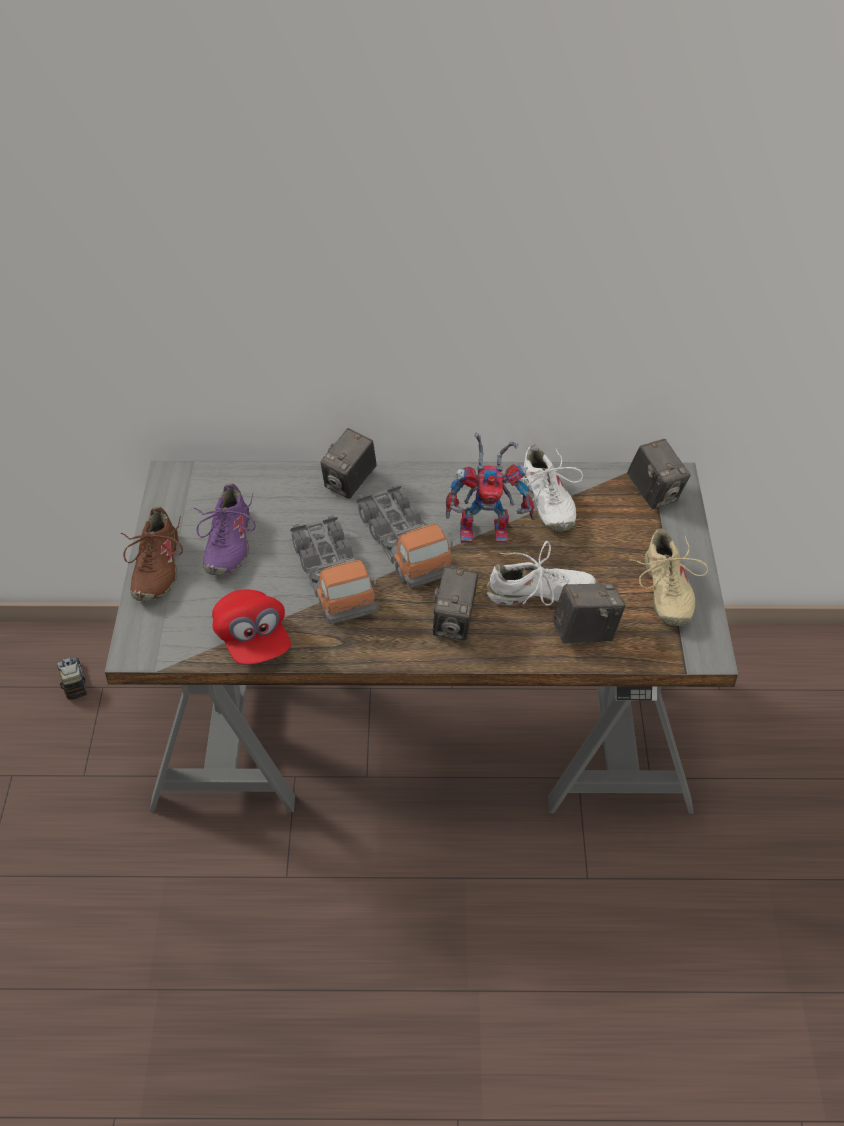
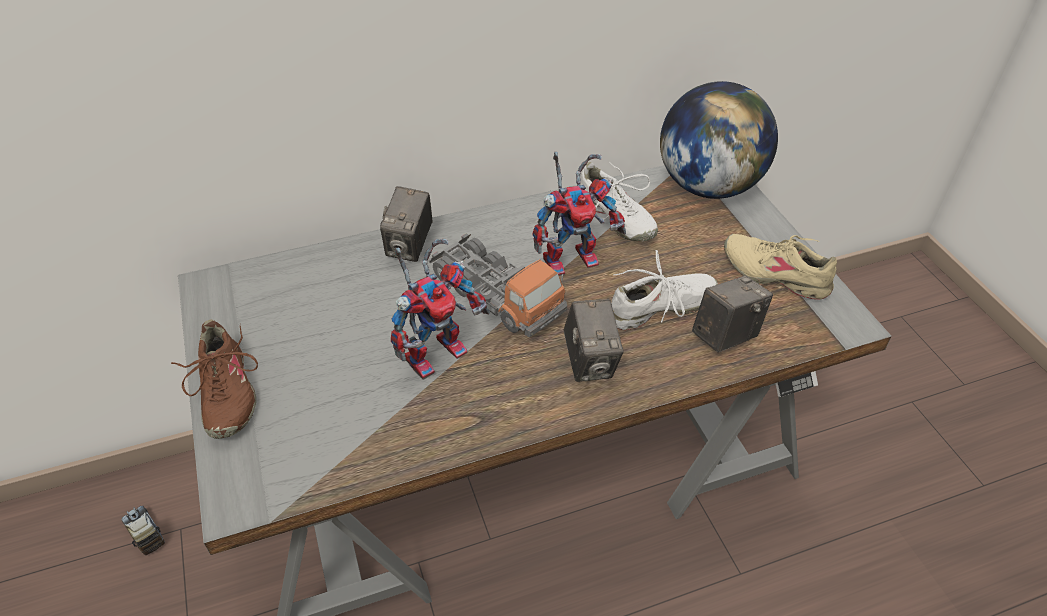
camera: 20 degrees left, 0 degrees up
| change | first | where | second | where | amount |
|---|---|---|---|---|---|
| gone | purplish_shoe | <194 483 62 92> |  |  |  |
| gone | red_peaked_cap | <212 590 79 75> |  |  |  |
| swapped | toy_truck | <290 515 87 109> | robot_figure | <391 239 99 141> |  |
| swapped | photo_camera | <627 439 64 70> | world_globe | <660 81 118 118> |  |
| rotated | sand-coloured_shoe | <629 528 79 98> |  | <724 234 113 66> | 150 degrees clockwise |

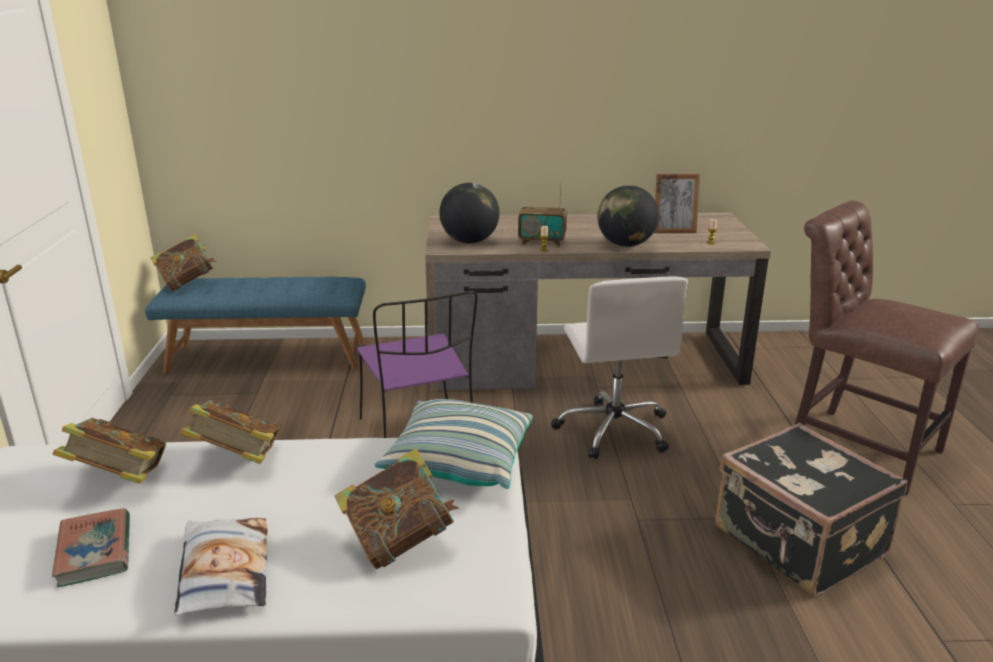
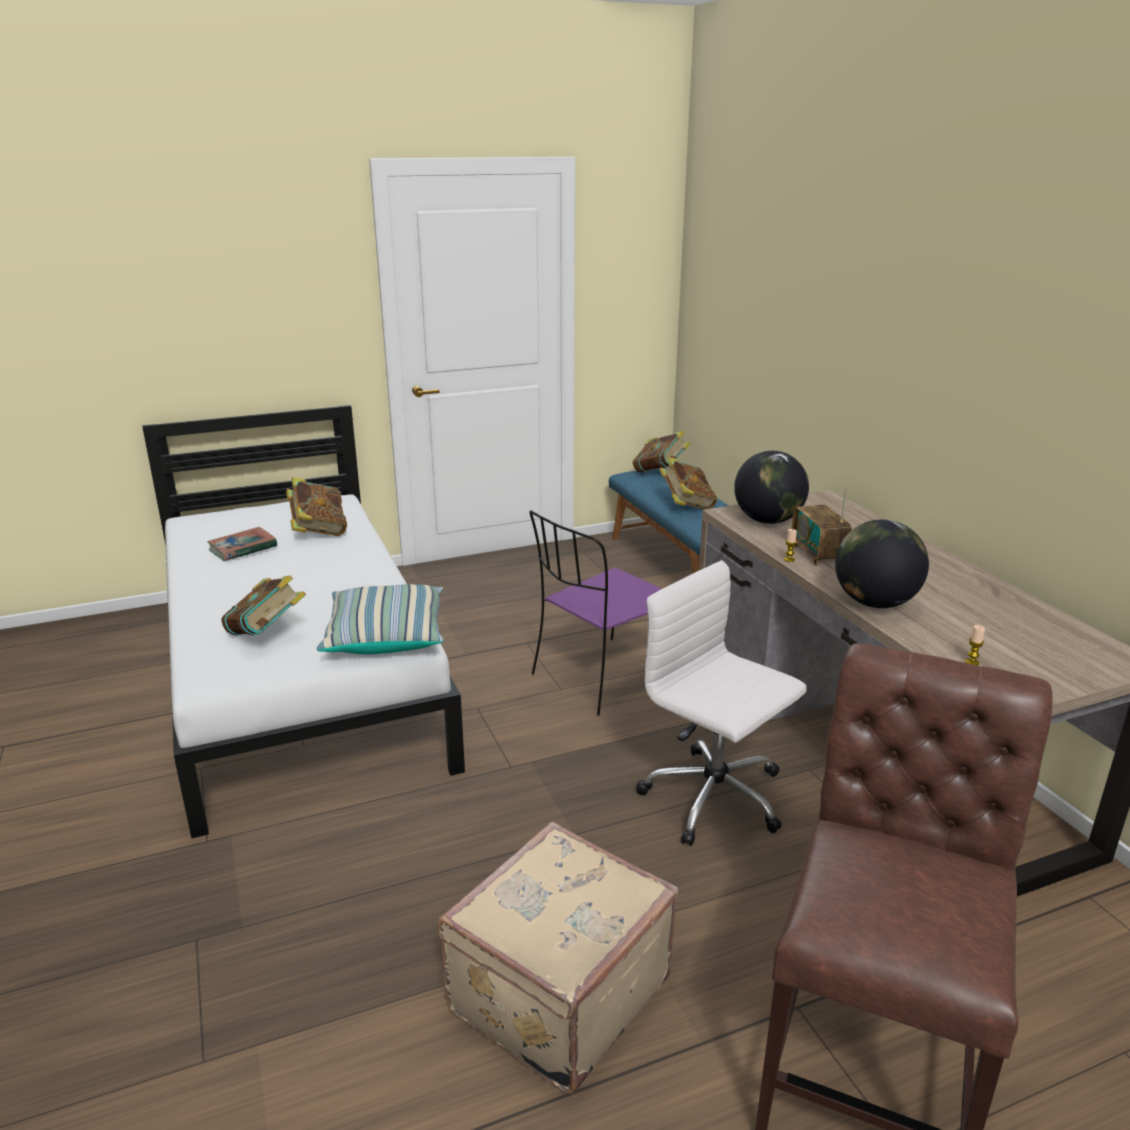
camera: 70 degrees right, 0 degrees up
| change | first | where | second | where | amount |
|---|---|---|---|---|---|
| gone | throw_pillow | <174 518 94 98> |  |  |  |
| shifted | volume | <180 400 100 64> |  | <659 457 58 53> |  |
| rotated | whitish_computer_chair | <551 276 137 183> |  | <636 560 171 286> | 75 degrees clockwise |
| gone | standing_frame | <654 174 46 59> |  |  |  |
| repainted | black-coloured_suitcase | <715 423 193 174> | sand-coloured_suitcase | <438 822 240 272> |  |

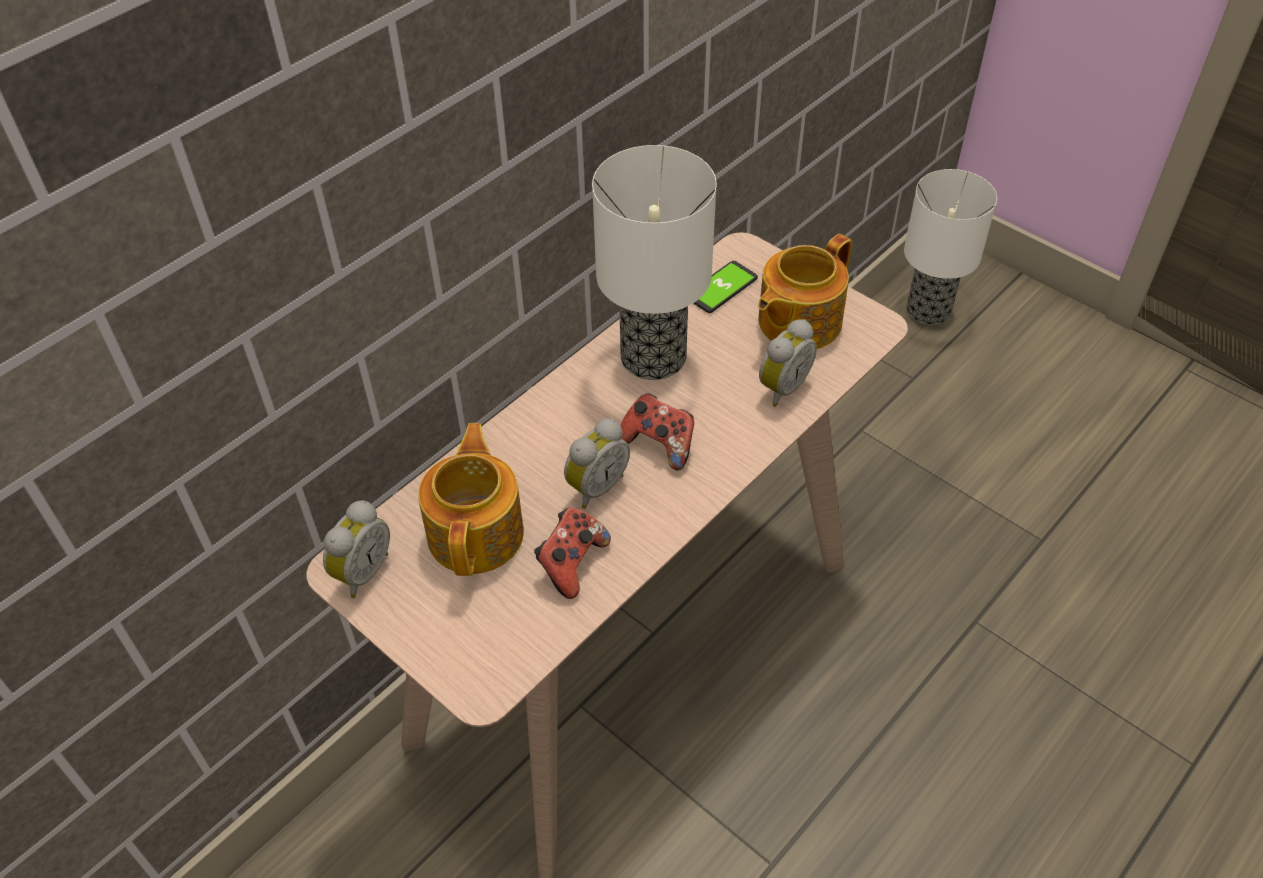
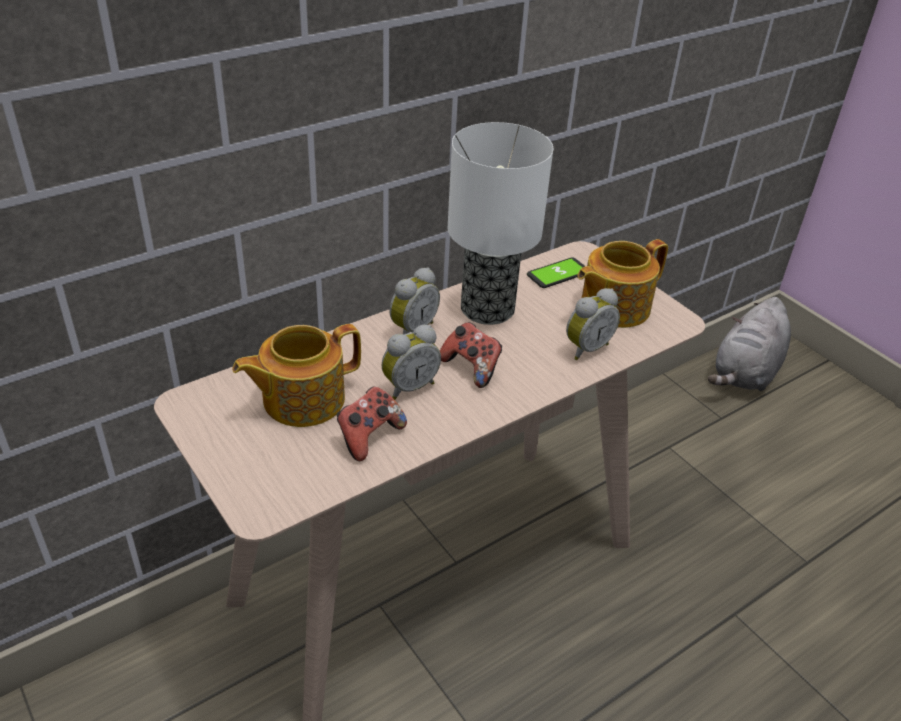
camera: 10 degrees right, 10 degrees down
| change | first | where | second | where | amount |
|---|---|---|---|---|---|
| shifted | bedside_clock | <323 500 67 98> |  | <389 267 51 67> |  |
| rotated | teapot | <418 423 106 153> |  | <232 324 129 103> | 135 degrees counterclockwise |
| swapped | tabletop_lamp | <904 169 93 156> | gray_cuddly_toy | <708 297 83 94> |  |

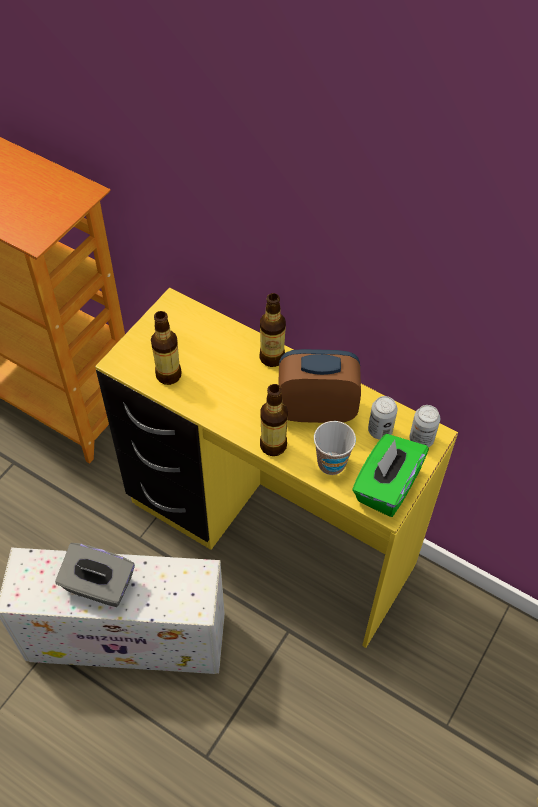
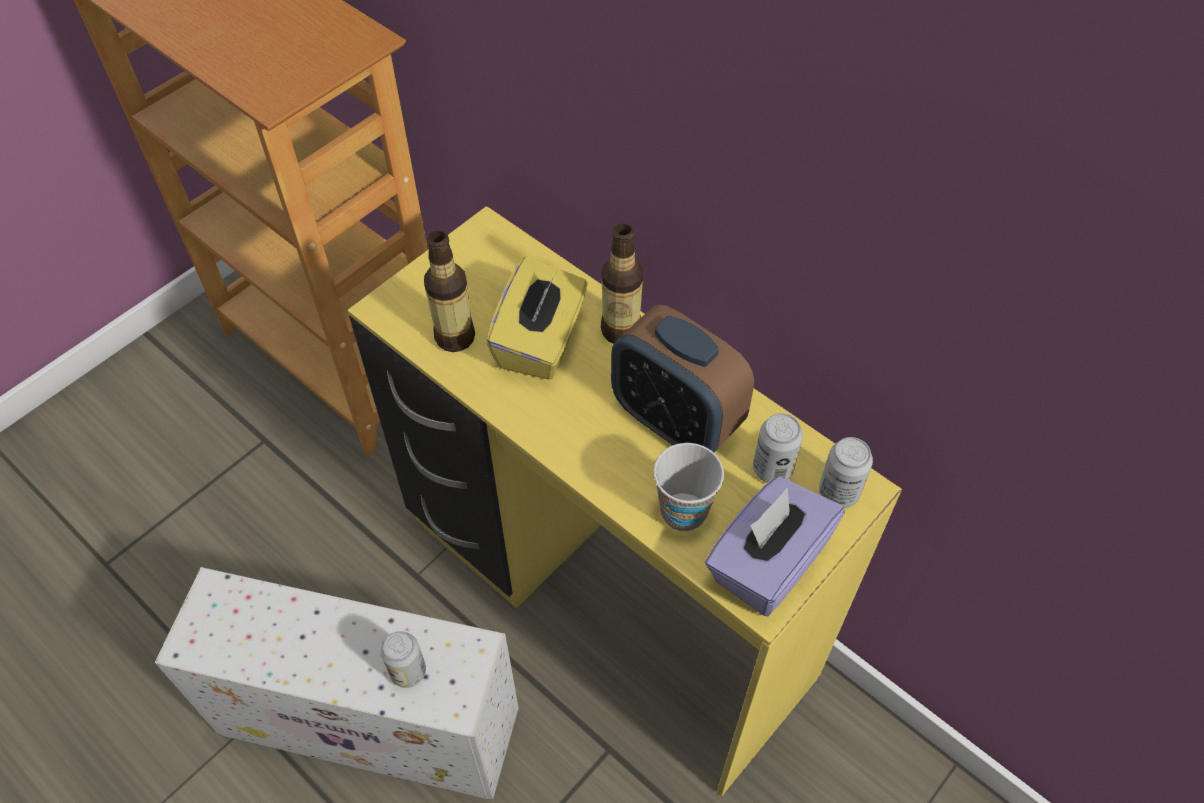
camera: 10 degrees right, 0 degrees up
| change | first | where | second | where | amount |
|---|---|---|---|---|---|
| gone | gray_box_of_tissues | <55 543 80 64> |  |  |  |
| gone | drink_bottle | <260 384 28 72> |  |  |  |
| rotated | bedside_clock | <278 349 83 74> |  | <611 305 143 147> | 150 degrees counterclockwise |
| repainted | green_box_of_tissues | <352 434 77 83> | purplish_box_of_tissues | <705 476 140 140> |  |
| new |  |  | sealed_can | <381 631 45 57> |  |
| new |  |  | yellow_box_of_tissues | <486 256 102 124> |  |

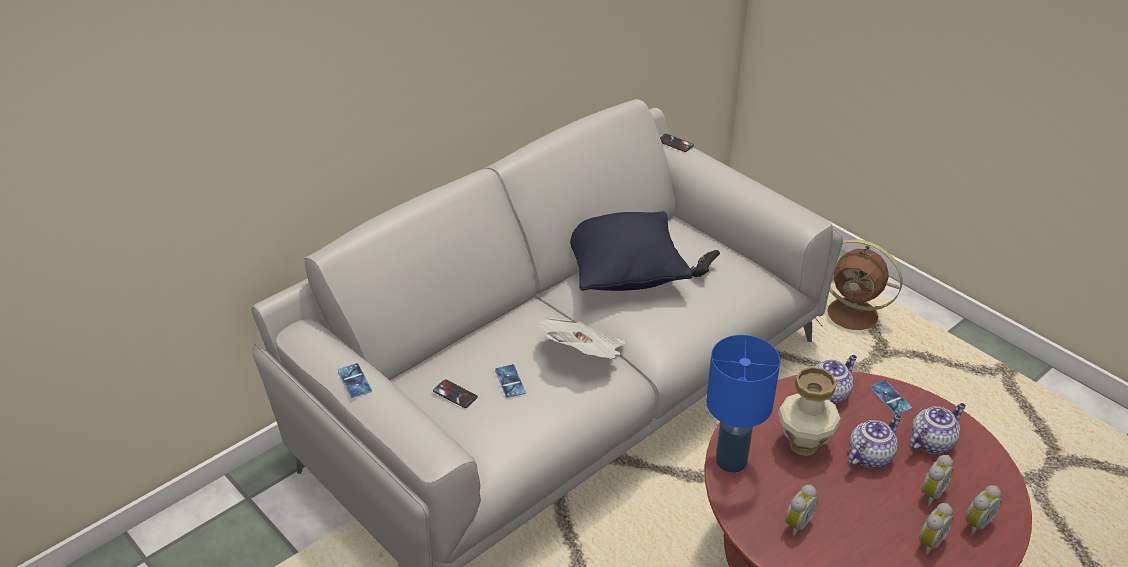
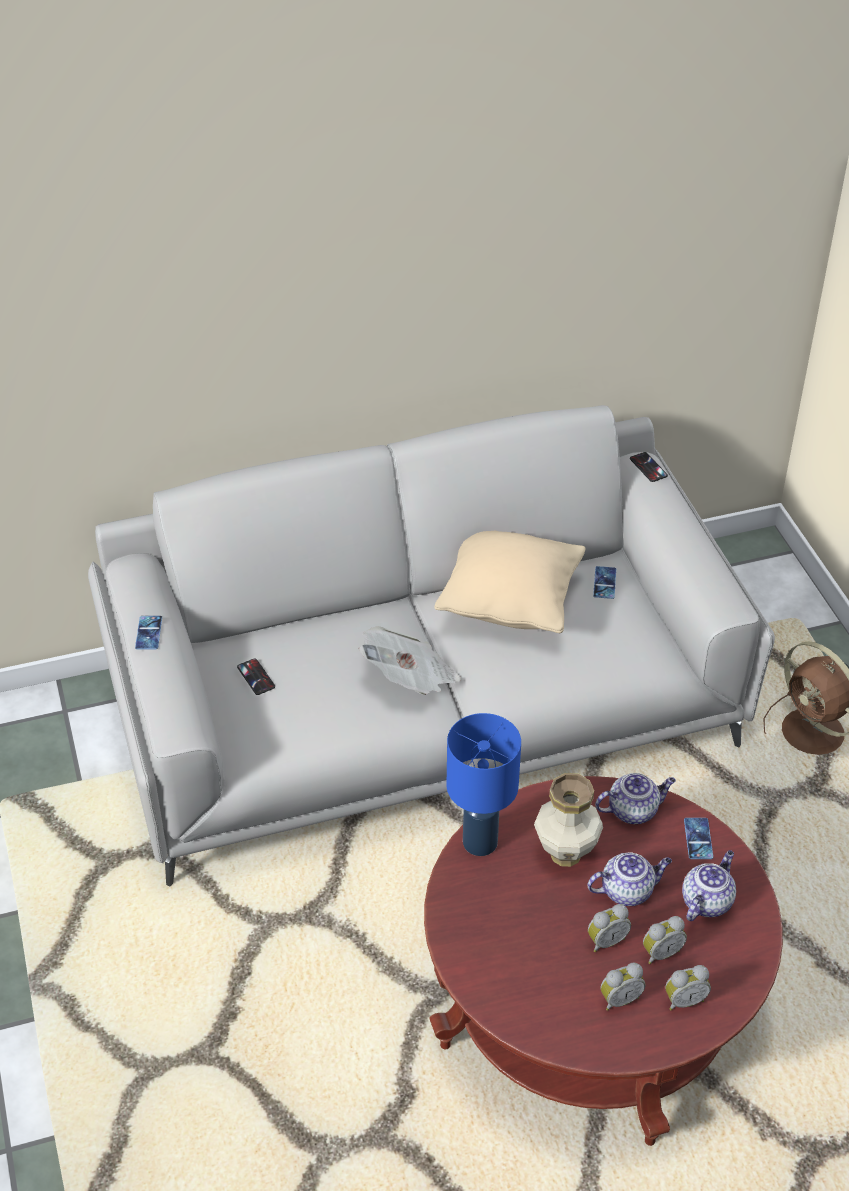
camera: 25 degrees right, 5 degrees up
| change | first | where | second | where | amount |
|---|---|---|---|---|---|
| shifted | phone | <495 364 31 34> |  | <593 566 23 33> |  |
| repainted | black-coloured_throw_pillow | <570 211 123 80> | sand-coloured_throw_pillow | <434 531 151 102> |  |
| gone | black-coloured_gamepad | <691 250 29 27> |  |  |  |
| shifted | bedside_clock | <785 485 33 52> |  | <588 904 43 48> |  |
| rotated | teapot | <909 403 57 51> |  | <682 850 54 71> | 45 degrees counterclockwise |

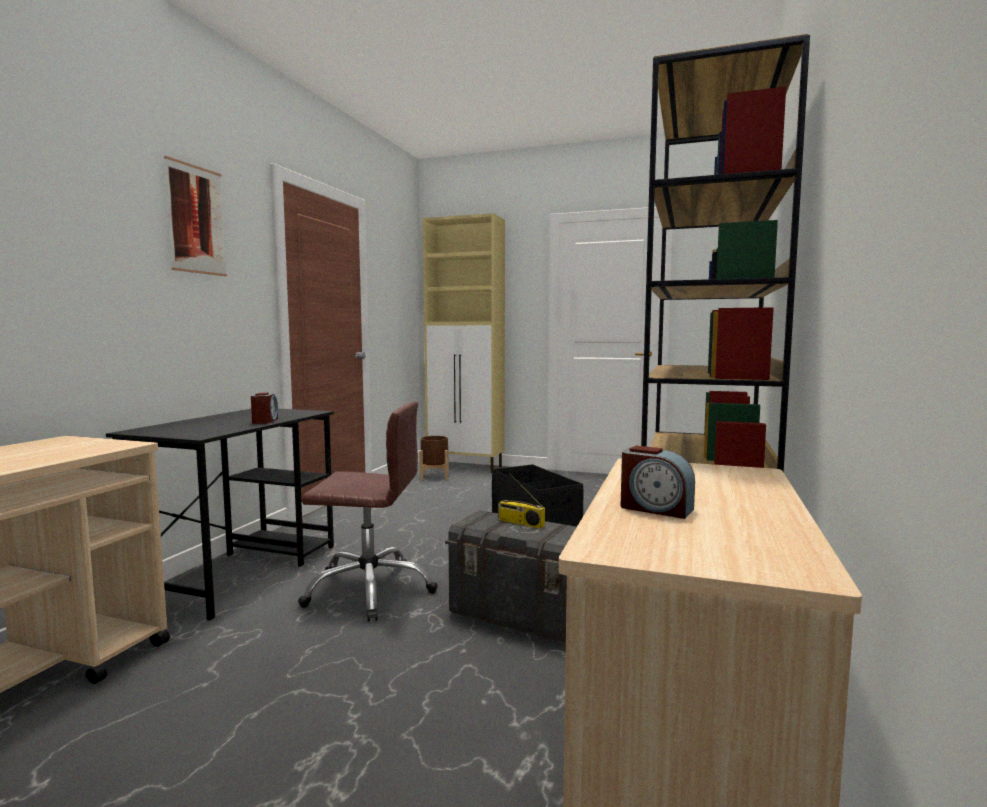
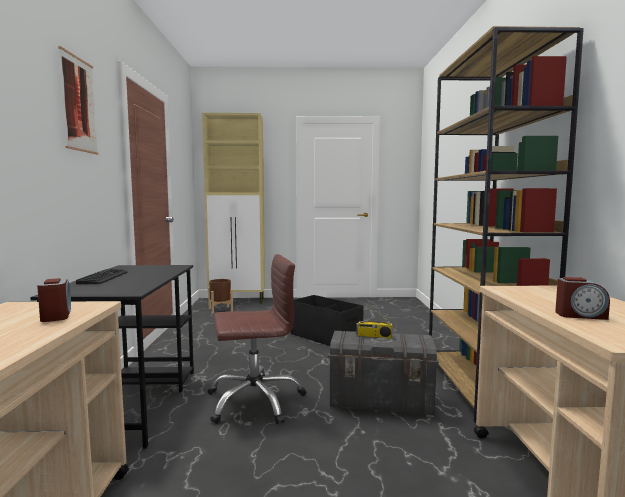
camera: 20 degrees left, 0 degrees up
| change | first | where | second | where | amount |
|---|---|---|---|---|---|
| shifted | bedside_clock | <251 393 27 31> |  | <37 278 34 44> |  |
| new |  |  | PC_keyboard | <76 269 51 15> |  |

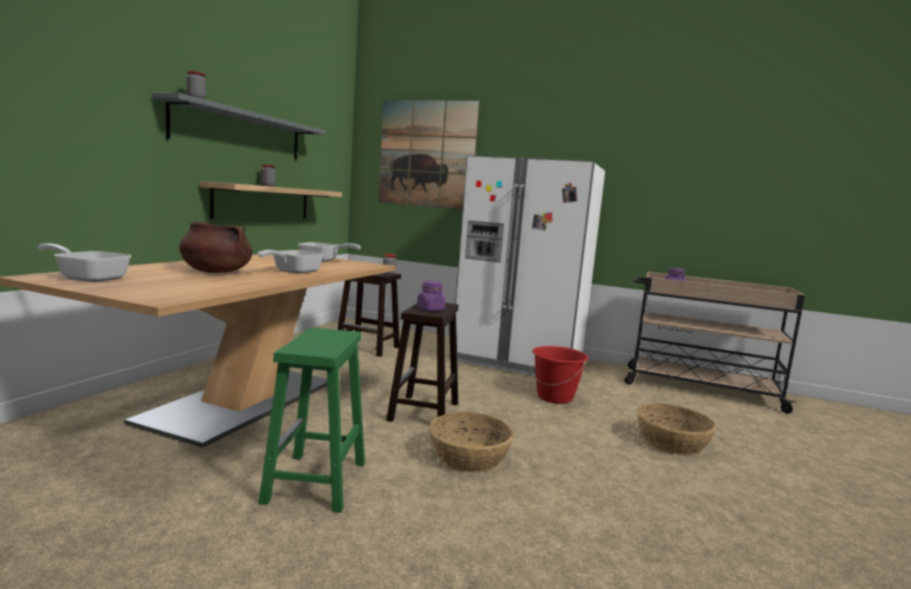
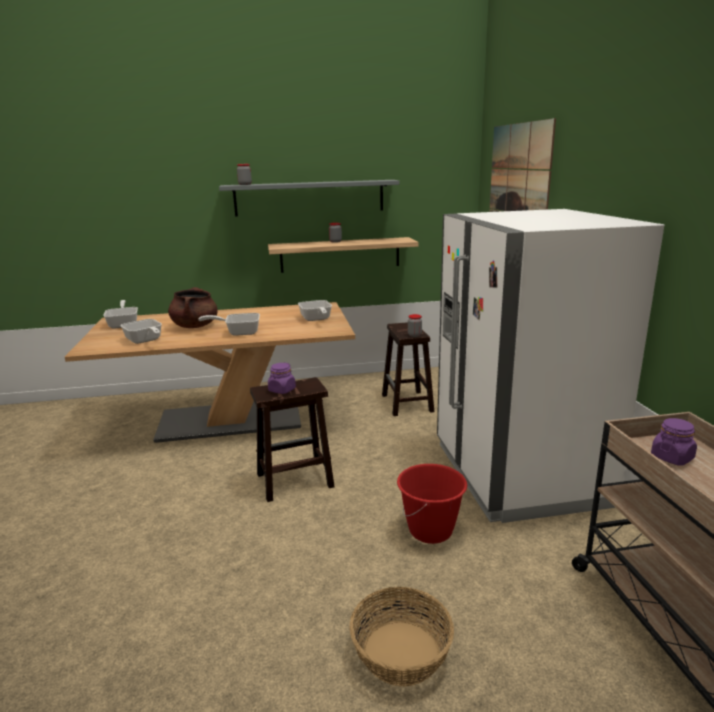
camera: 60 degrees right, 10 degrees up
| change | first | where | second | where | amount |
|---|---|---|---|---|---|
| gone | green_stool_seat | <259 328 106 185> |  |  |  |
| gone | basket | <429 412 85 61> |  |  |  |
| new |  |  | frying_pan | <120 319 42 25> |  |

